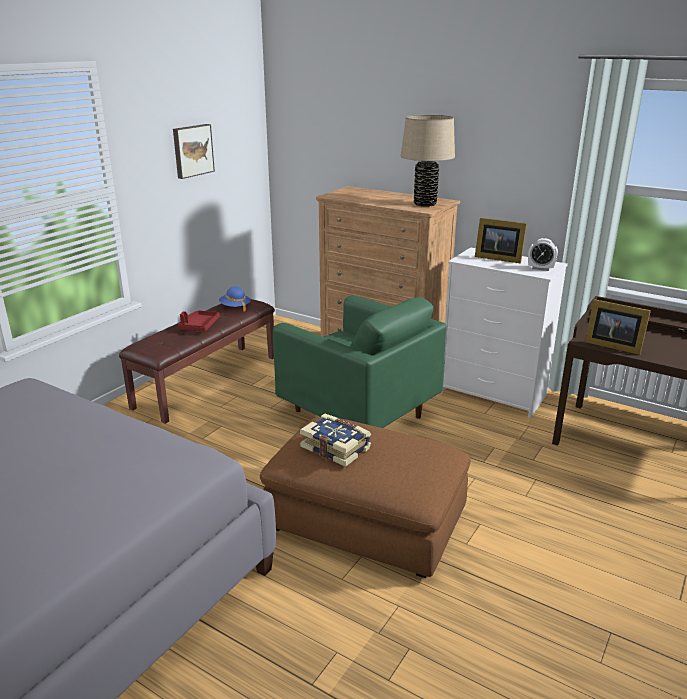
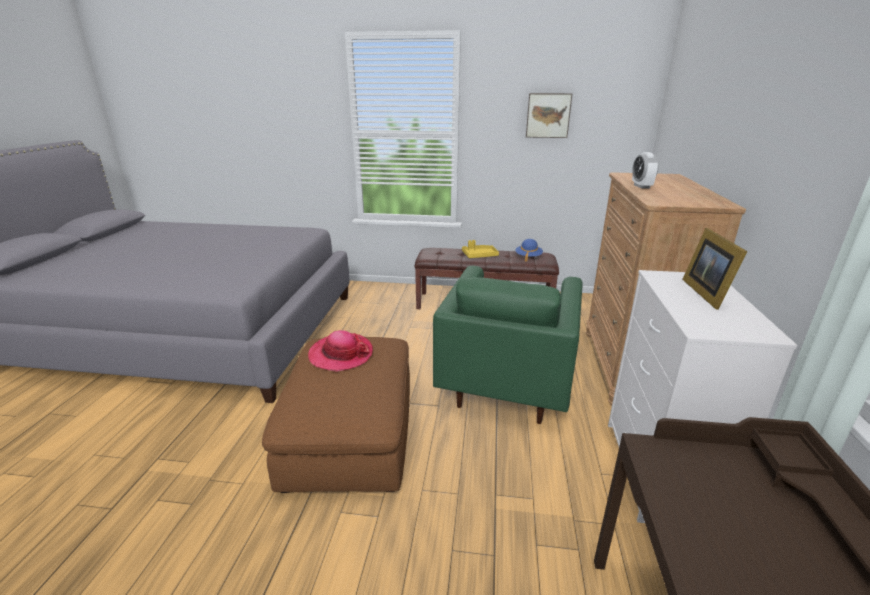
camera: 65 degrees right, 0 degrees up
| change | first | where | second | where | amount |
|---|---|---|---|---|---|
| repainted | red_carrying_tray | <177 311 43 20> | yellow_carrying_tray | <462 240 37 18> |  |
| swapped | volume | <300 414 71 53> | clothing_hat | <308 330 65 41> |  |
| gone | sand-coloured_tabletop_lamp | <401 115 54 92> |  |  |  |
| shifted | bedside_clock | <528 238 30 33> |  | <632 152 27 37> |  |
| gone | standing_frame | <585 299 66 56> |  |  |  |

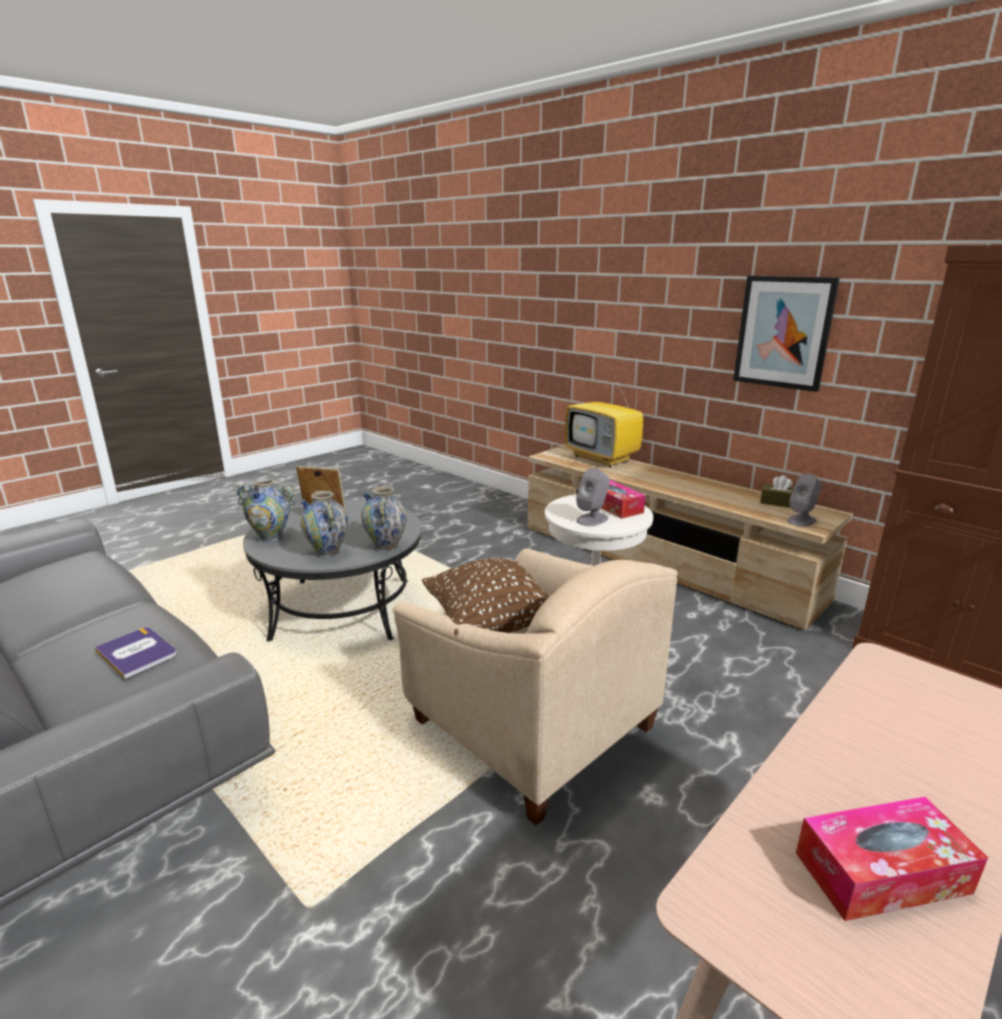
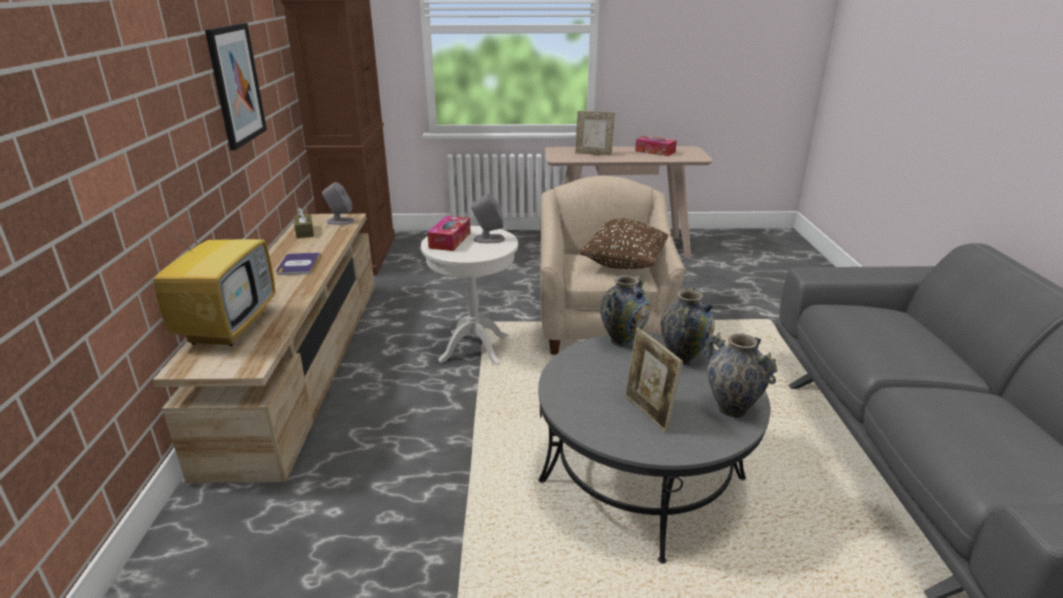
camera: 135 degrees left, 5 degrees up
| change | first | where | second | where | amount |
|---|---|---|---|---|---|
| shifted | volume | <95 627 82 52> |  | <276 252 45 23> |  |
| new |  |  | standing_frame | <575 111 40 45> |  |

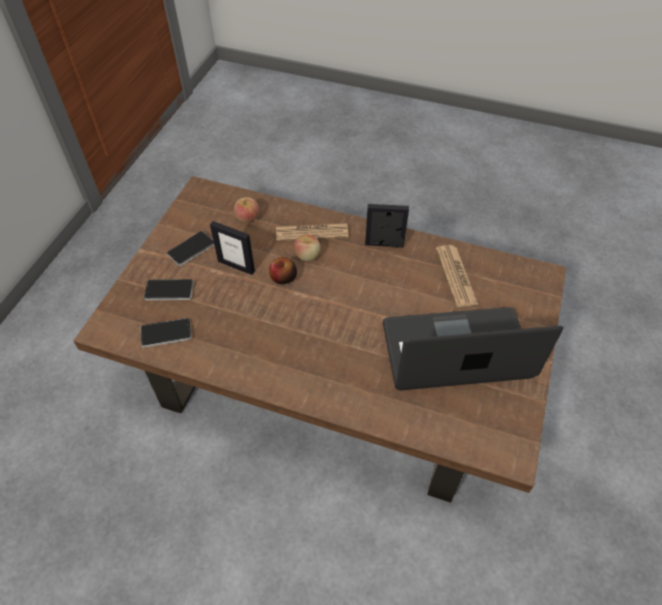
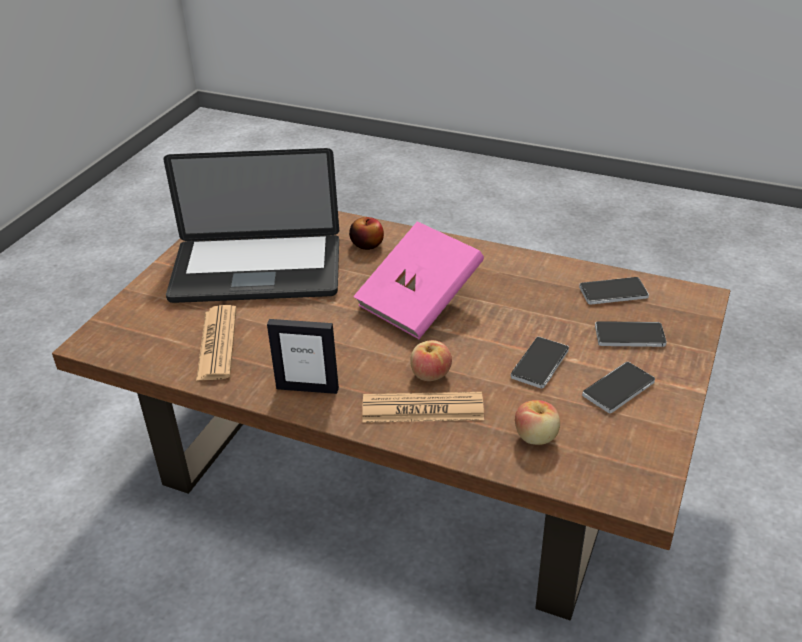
camera: 175 degrees left, 15 degrees down
| change | first | where | second | where | amount |
|---|---|---|---|---|---|
| swapped | standing_frame | <210 221 45 54> | phone | <511 337 58 52> |  |
| shifted | apple | <269 257 28 27> |  | <349 217 35 33> |  |
| new |  |  | pinkish_volume | <353 221 131 118> |  |

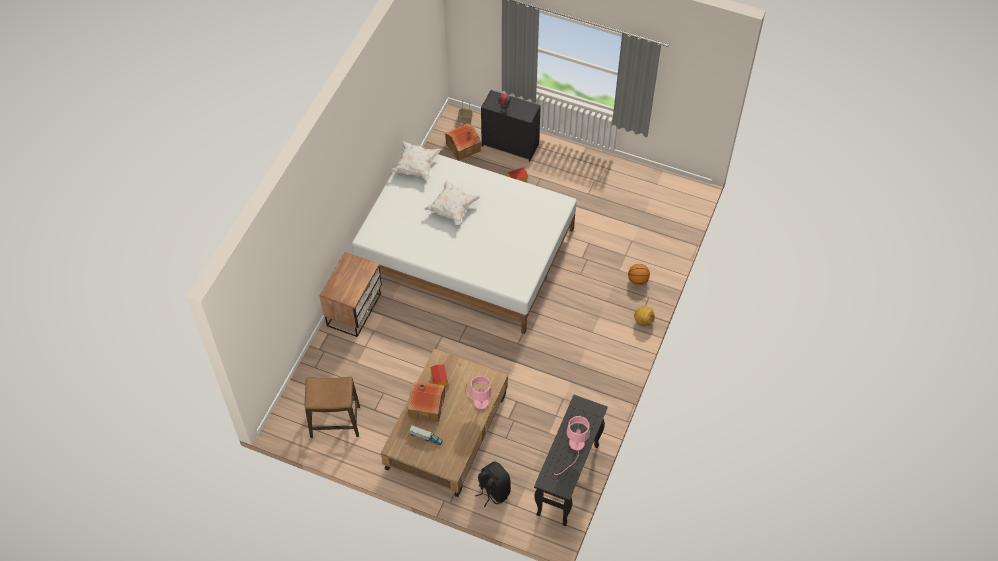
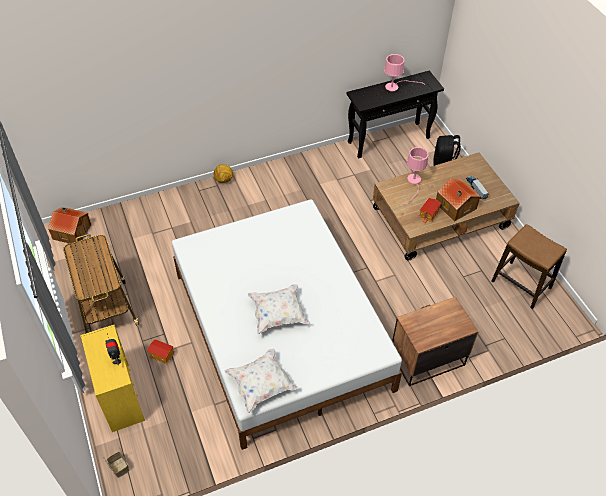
camera: 135 degrees left, 5 degrees down
| change | first | where | second | where | amount |
|---|---|---|---|---|---|
| shifted | toy_house | <445 123 36 38> |  | <48 207 43 37> |  |
| repainted | black-coloured_drawer_chest | <481 90 60 72> | yellow_drawer_chest | <80 325 65 107> |  |
| gone | basketball | <628 264 22 21> |  |  |  |
| new |  |  | trolley | <63 234 76 100> |  |

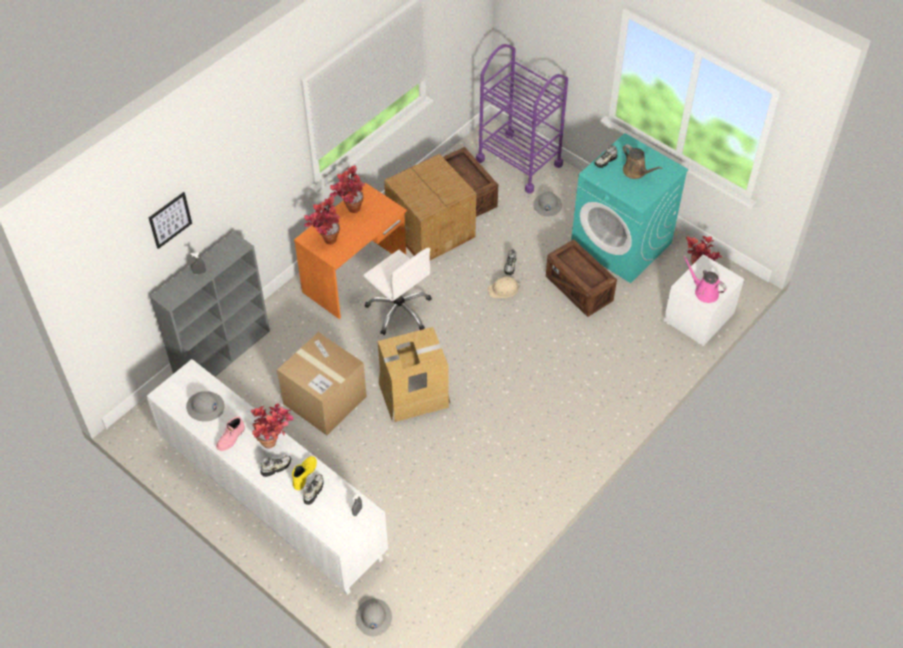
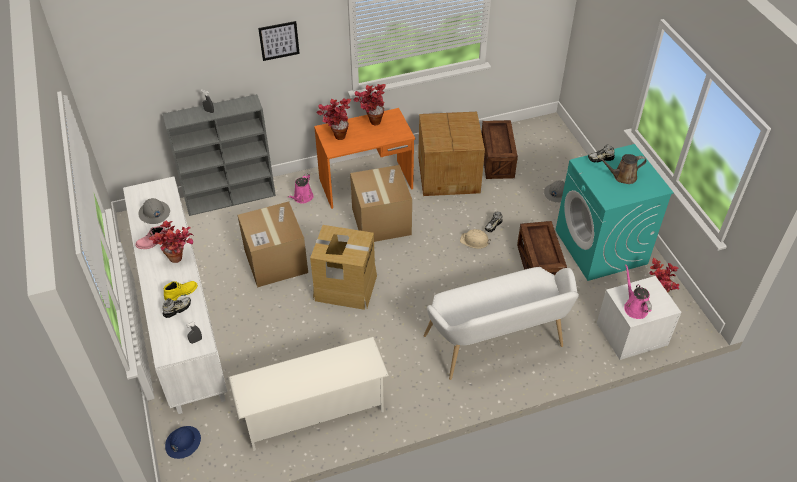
camera: 30 degrees right, 5 degrees down
| change | first | where | second | where | amount |
|---|---|---|---|---|---|
| shifted | picture | <149 192 43 57> |  | <258 21 42 40> |  |
| gone | shoe | <260 456 31 21> |  |  |  |
| repainted | gray_work_helmet | <355 598 37 38> | blue-coloured_work_helmet | <165 426 36 33> |  |
| swapped | whitish_computer_chair | <363 248 69 87> | cardboard_box | <350 165 62 77> |  |
| gone | purplish_trolley | <476 44 92 150> |  |  |  |
| rotated | brown_watering_pot | <623 144 39 35> |  | <599 154 48 30> | 90 degrees clockwise |
| new |  |  | whitish_shoe_rack | <229 337 160 114> |  |
| new |  |  | pinkish_watering_pot | <288 173 26 31> |  |
| new |  |  | whitish_long_seat | <424 267 155 113> |  |

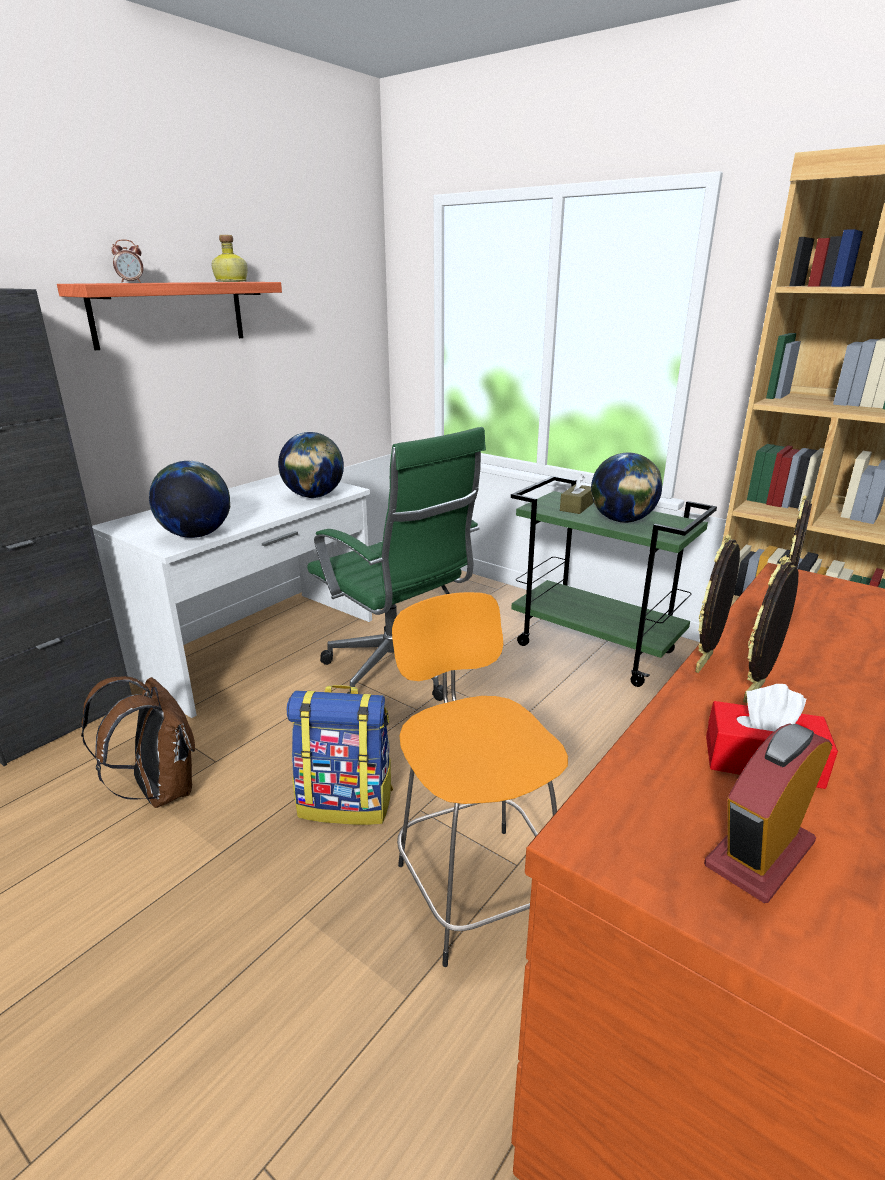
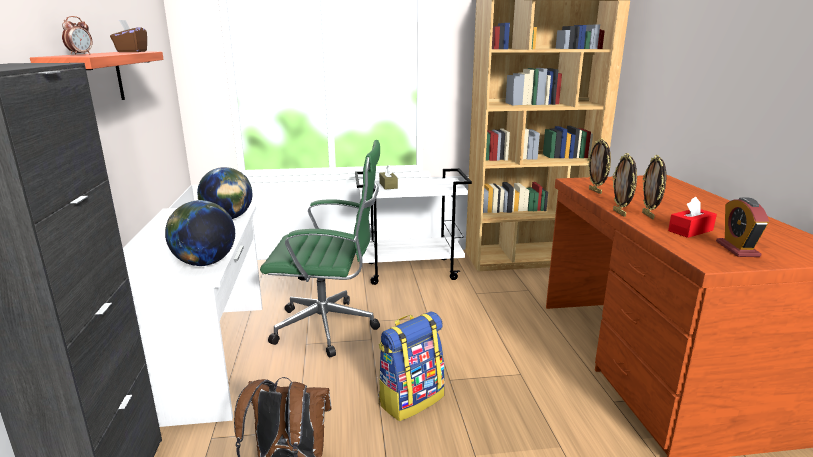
camera: 45 degrees left, 5 degrees down
| change | first | where | second | where | amount |
|---|---|---|---|---|---|
| swapped | drink_bottle | <212 235 36 47> | brown_box_of_tissues | <110 20 37 32> |  |
| gone | orange-coloured_stool_seat | <392 592 176 375> |  |  |  |
| repainted | green_trolley | <511 476 206 211> | whitish_trolley | <355 168 117 117> |  |
| gone | world_globe | <591 453 71 70> |  |  |  |

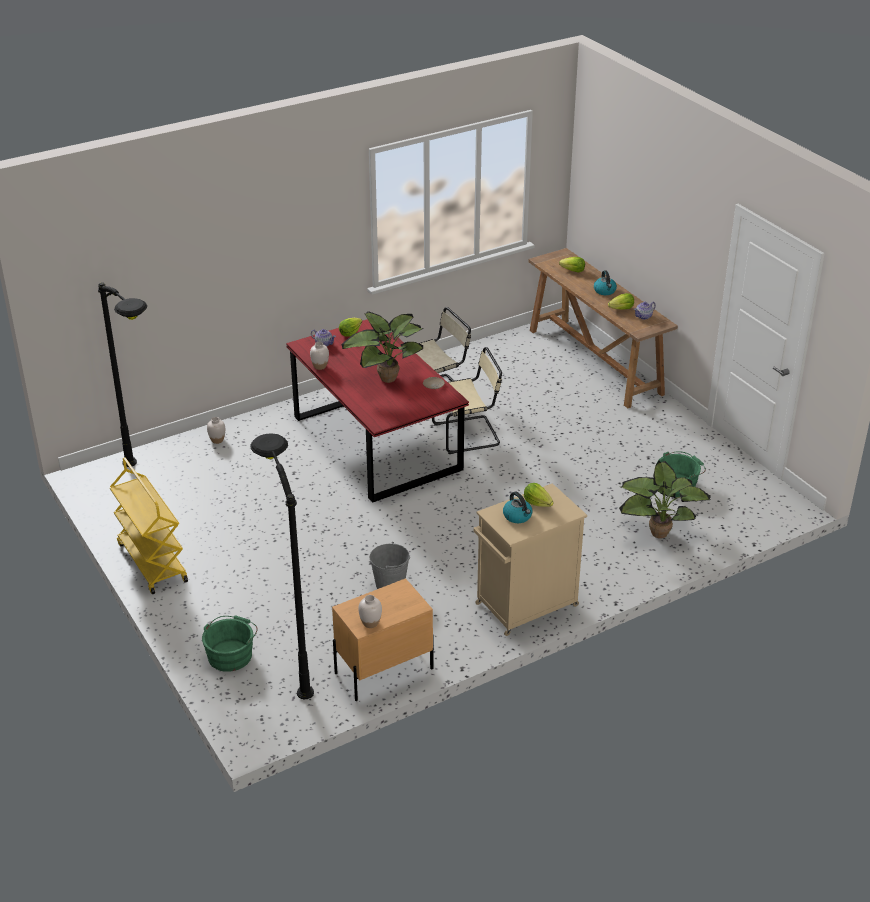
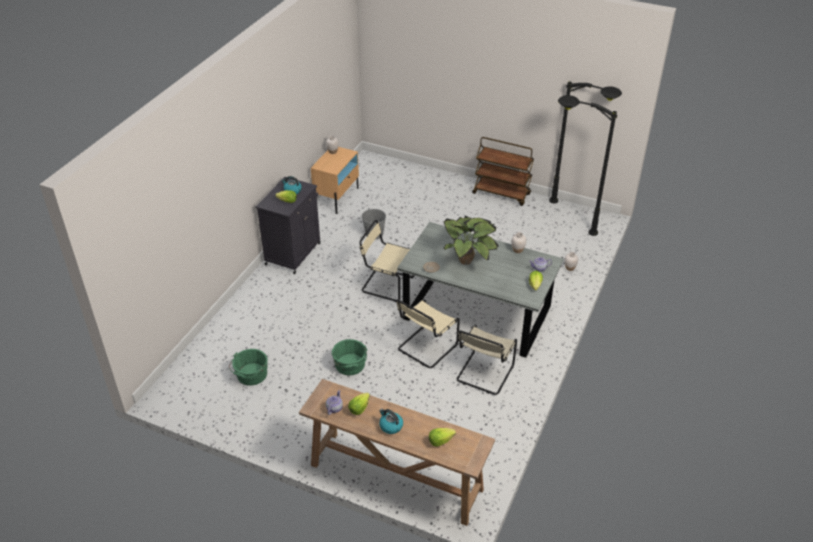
camera: 145 degrees right, 5 degrees up
| change | first | where | second | where | amount |
|---|---|---|---|---|---|
| repainted | yellow_trolley | <109 458 79 136> | brown_trolley | <472 137 62 69> |  |
| shifted | green_pail | <202 615 56 57> |  | <331 339 36 36> |  |
| shifted | black-coloured_standing_lamp | <251 433 63 266> |  | <549 81 73 122> |  |
| repainted | red_dinner_table | <286 319 183 184> | gray_dinner_table | <397 222 167 136> |  |
| repainted | sand-coloured_storage_cabinet | <474 483 113 153> | black-coloured_storage_cabinet | <255 177 66 97> |  |
| gone | potted_plant | <619 460 92 79> |  |  |  |
| new |  |  | sand-coloured_plain_chair | <359 220 55 82> |  |

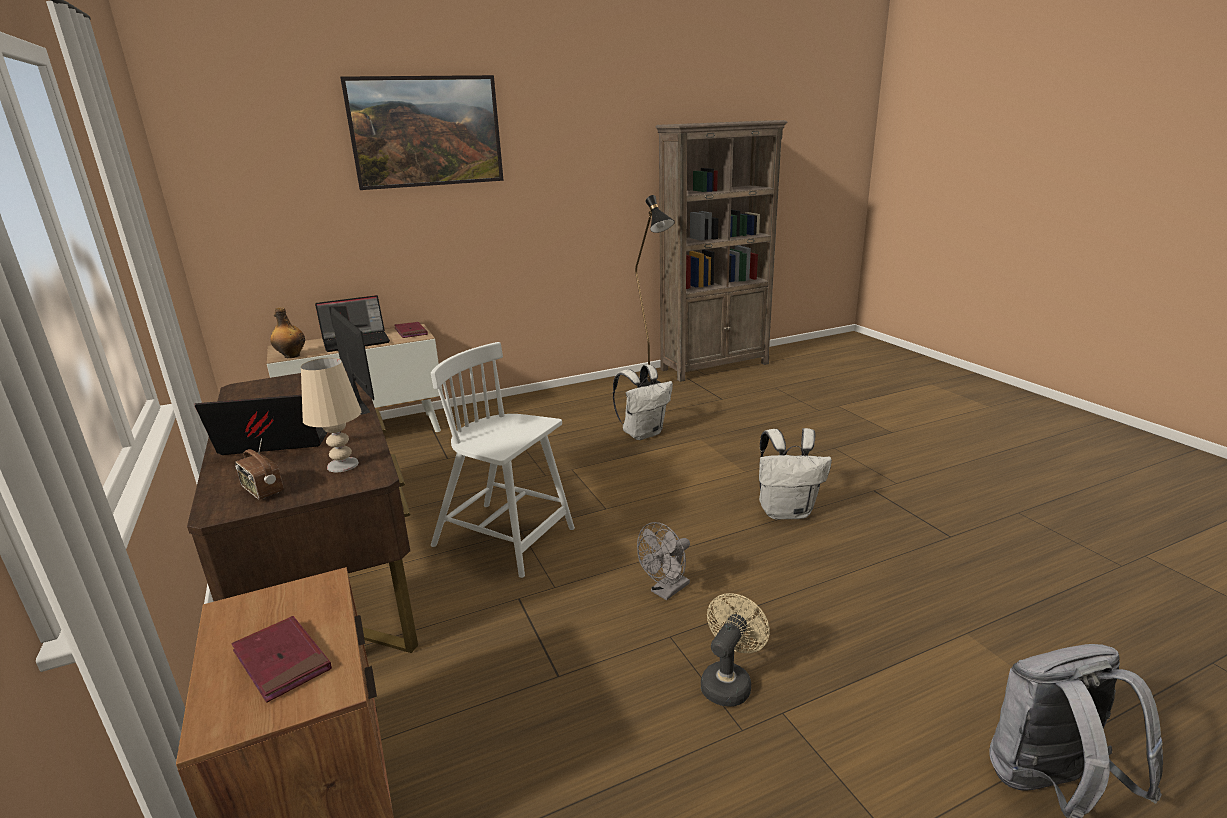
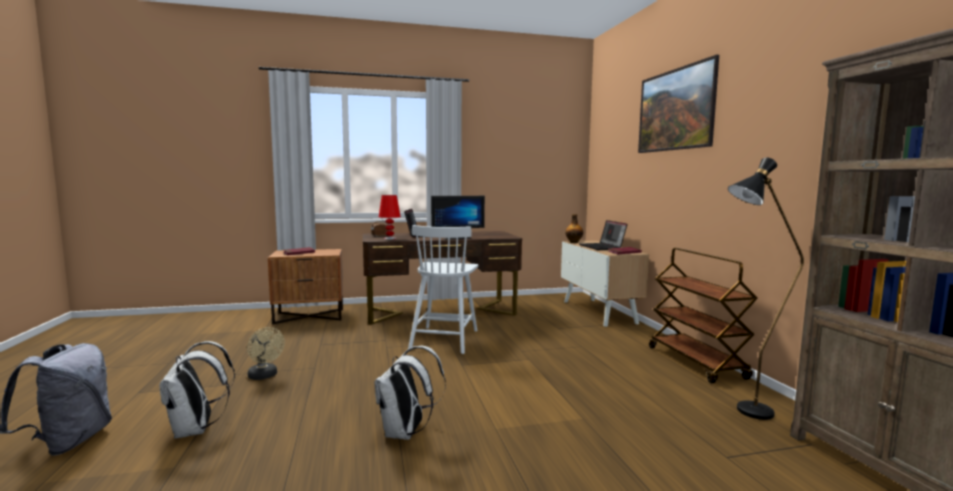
camera: 100 degrees right, 15 degrees down
| change | first | where | second | where | amount |
|---|---|---|---|---|---|
| repainted | sand-coloured_tabletop_lamp | <301 358 60 114> | red_tabletop_lamp | <379 195 22 45> |  |
| rotated | whitish_plain_chair | <431 342 144 236> |  | <408 225 70 129> | 150 degrees clockwise |
| shifted | whitish_backpack | <613 365 60 75> |  | <160 341 75 98> |  |
| gone | gray_cooling_fan | <637 522 53 78> |  |  |  |
| new |  |  | brown_trolley | <649 248 109 135> |  |

